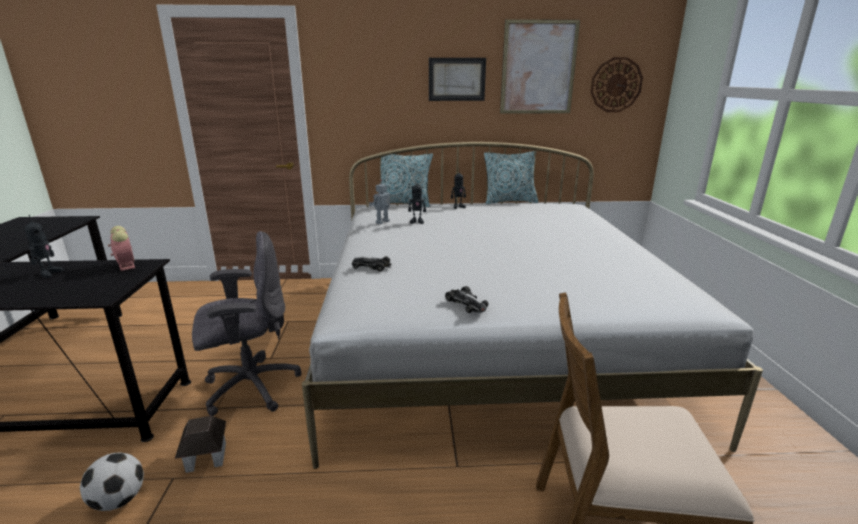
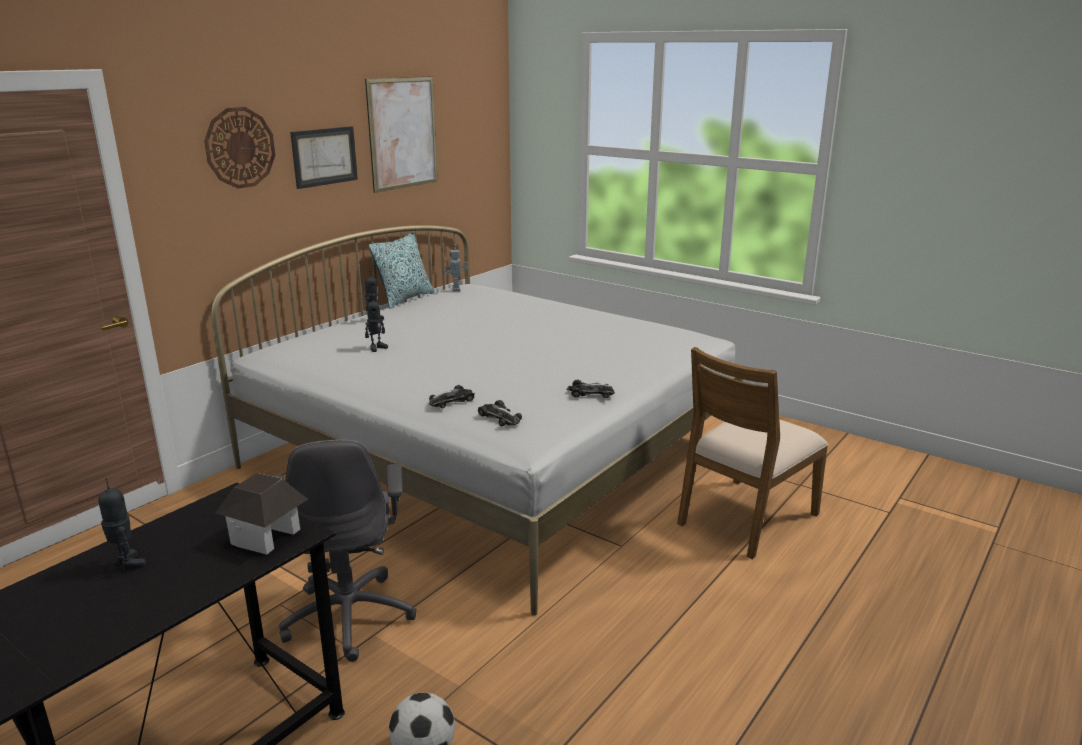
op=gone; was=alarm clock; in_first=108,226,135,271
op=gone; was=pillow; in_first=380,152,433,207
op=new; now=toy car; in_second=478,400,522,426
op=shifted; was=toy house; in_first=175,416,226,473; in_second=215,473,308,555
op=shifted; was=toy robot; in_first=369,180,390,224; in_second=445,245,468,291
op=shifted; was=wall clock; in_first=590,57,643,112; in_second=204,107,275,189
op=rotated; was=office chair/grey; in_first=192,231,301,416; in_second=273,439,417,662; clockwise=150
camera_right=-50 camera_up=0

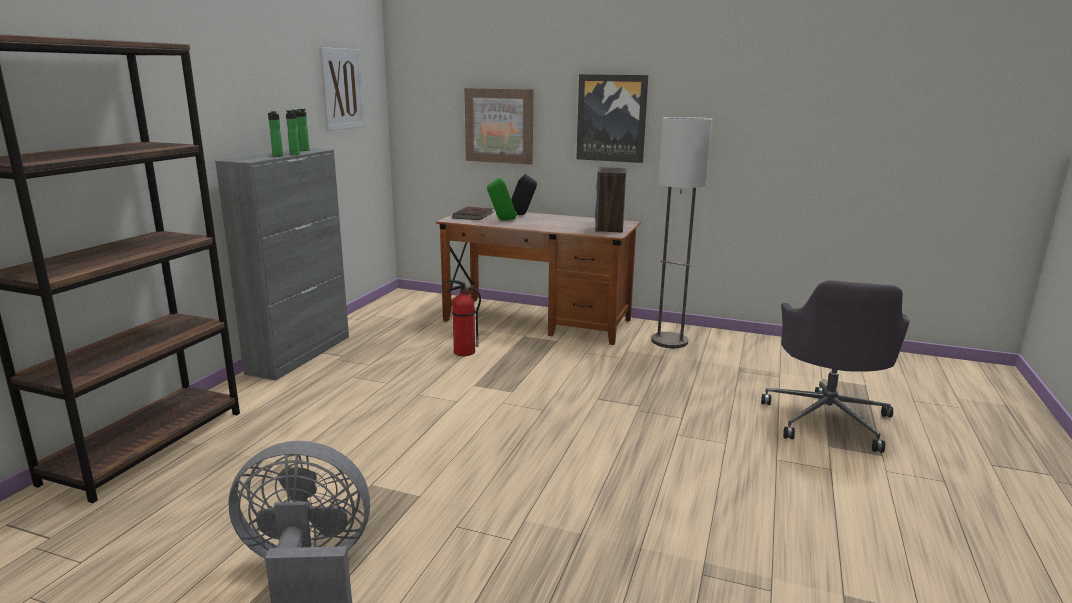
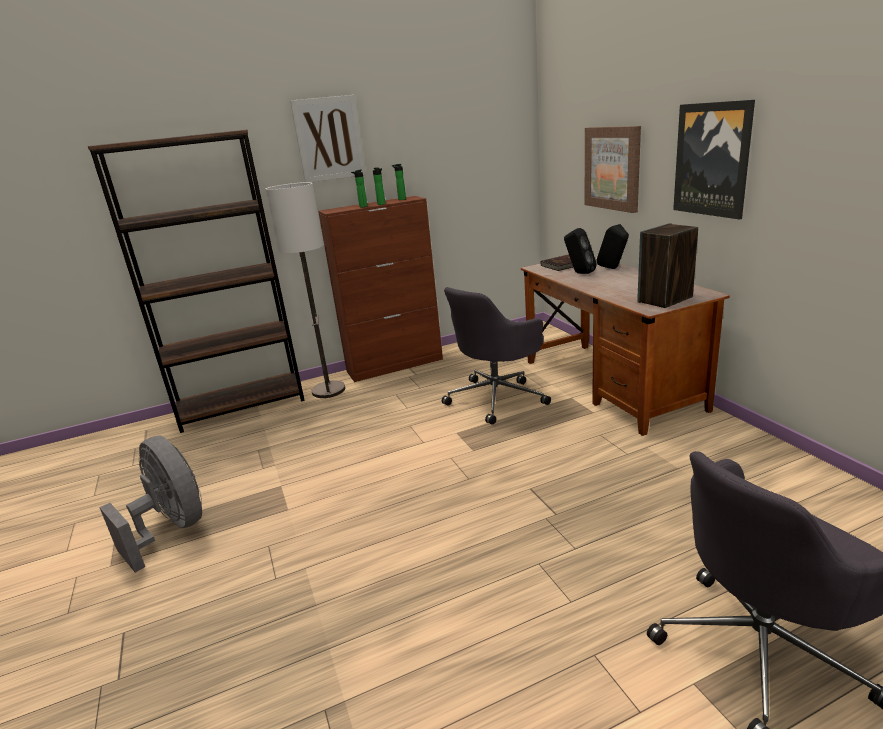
op=shifted; was=picture; in_first=319,47,365,131; in_second=290,95,366,183
op=shifted; was=floor lamp; in_first=651,117,713,348; in_second=265,182,345,398
op=swapped; was=fire extinguisher; now=office chair/grey; in_first=446,279,481,356; in_second=442,287,551,425
op=repainted; was=cabinet/grey; now=cabinet/brown; in_first=215,148,349,380; in_second=318,196,443,382
op=repainted; was=speaker/green; now=speaker/black; in_first=487,177,517,220; in_second=564,228,597,274
camera_right=50 camera_up=5

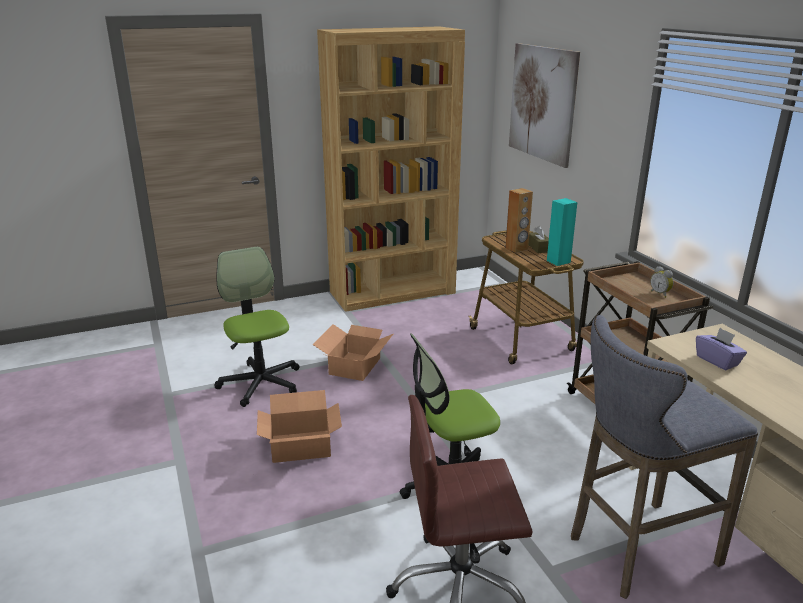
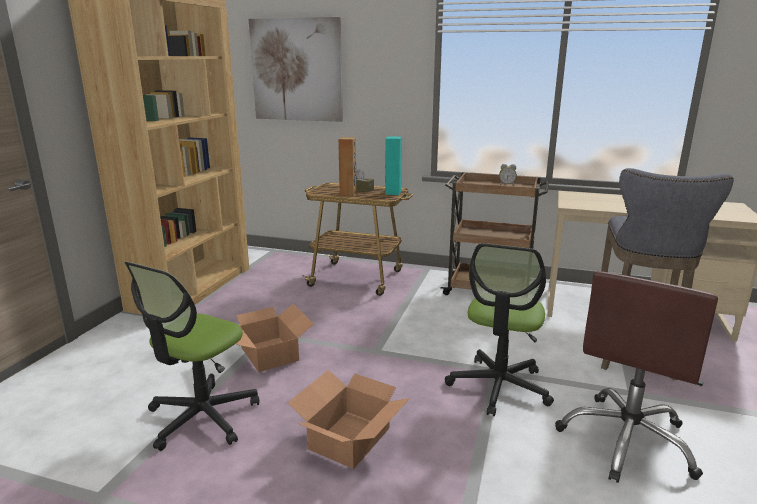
op=gone; was=tissue box/purple; in_first=696,328,747,370
op=rotated; was=office chair; in_first=215,246,300,407; in_second=124,262,259,451; clockwise=-75
camera_right=-50 camera_up=-5

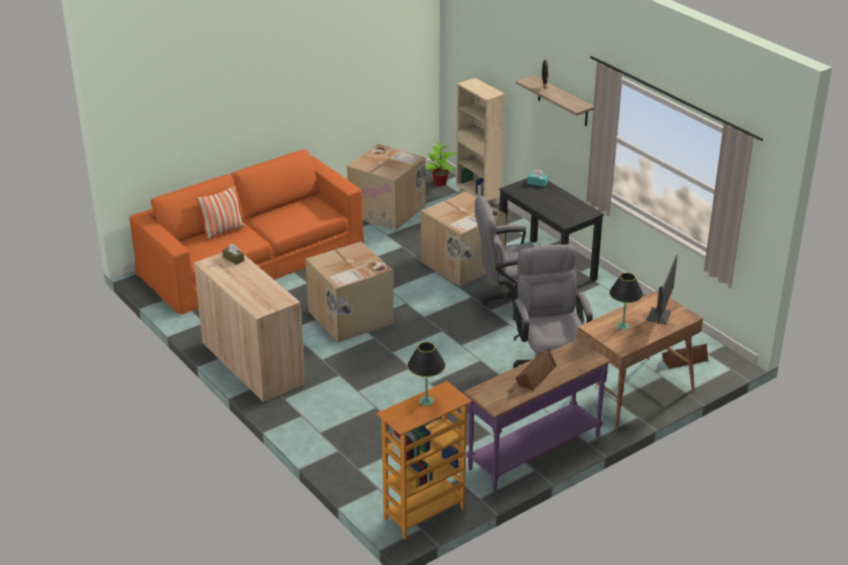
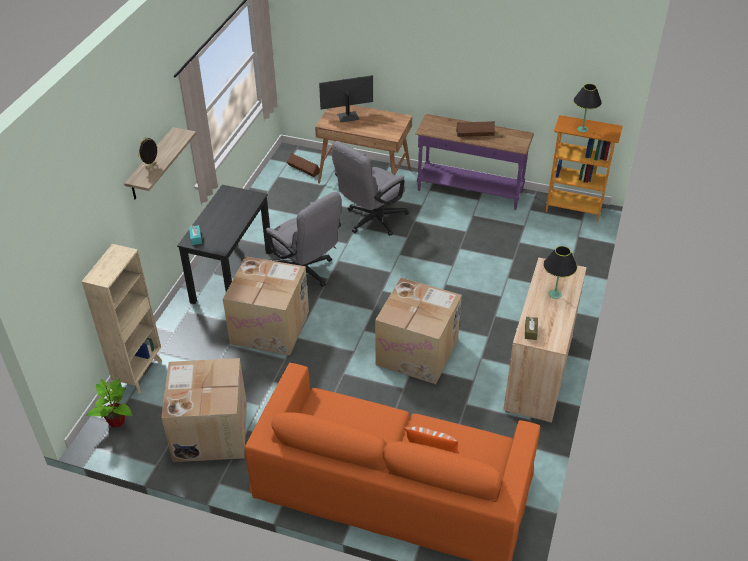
op=shifted; was=table lamp/black; in_first=609,273,643,330; in_second=543,246,577,299
camera_right=-125 camera_up=10

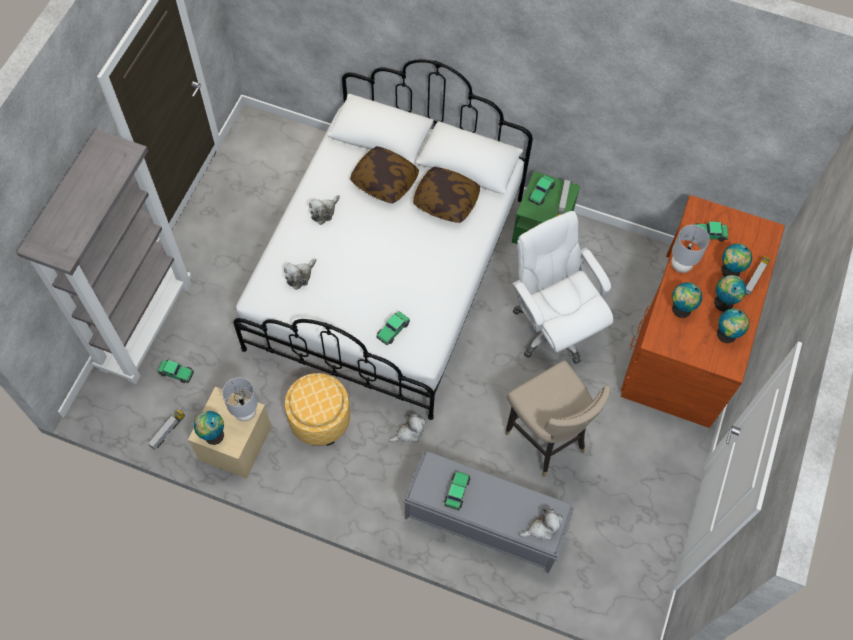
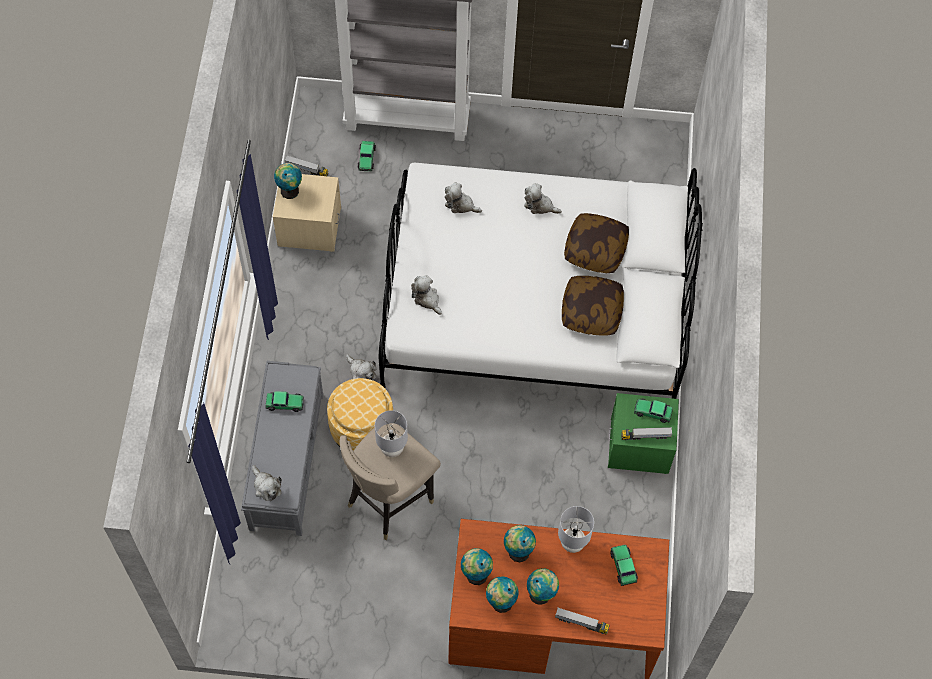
op=gone; was=office chair/white; in_first=513,211,614,364
op=shifted; was=table lamp/grey; in_first=222,378,257,422; in_second=375,410,408,457
op=shifted; was=ottoman; in_first=285,373,350,446; in_second=327,378,393,451
op=shifted; was=globe; in_first=721,244,752,276; in_second=461,548,493,585
op=swapped; was=toy car; now=plush toy; in_first=376,311,410,345; in_second=411,275,442,315
camera_right=75 camera_up=0

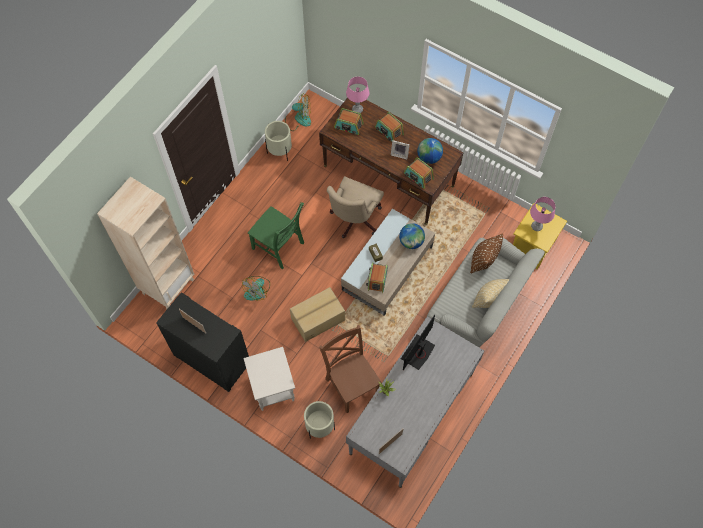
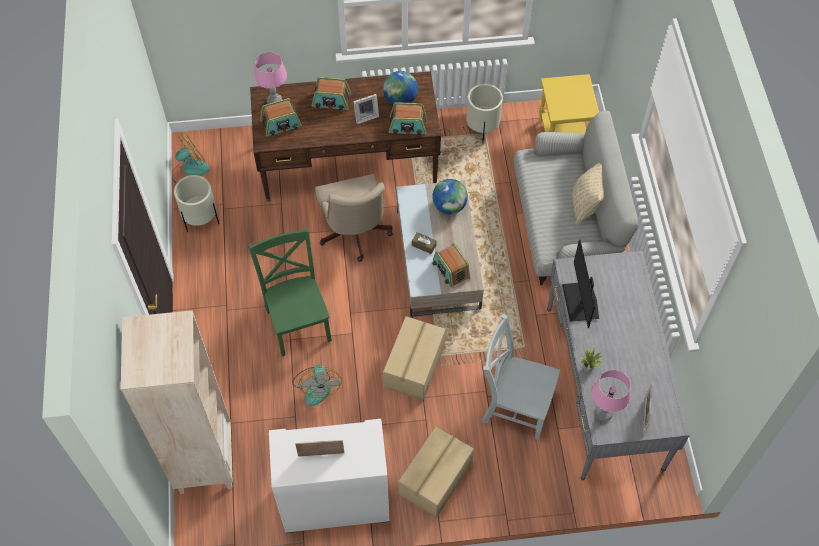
op=gone; was=pillow/brown; in_first=470,233,503,274
op=shifted; was=planter/beige; in_first=304,401,335,439; in_second=466,84,503,144
op=shifted; was=table lamp/pink; in_first=530,197,555,231; in_second=591,370,631,421
op=swapped; was=side table/white; now=cardboard box; in_first=243,347,295,411; in_second=398,426,474,518
op=repainted; was=cabinet/black; now=cabinet/white; in_first=156,292,249,392; in_second=269,419,390,533
op=repainted; was=chair/brown; now=chair/grey; in_first=319,325,382,413; in_second=482,314,560,440
op=rotated; was=chair/green; in_first=248,202,304,269; in_second=248,227,332,356; clockwise=-105
camera_right=-40 camera_up=-5

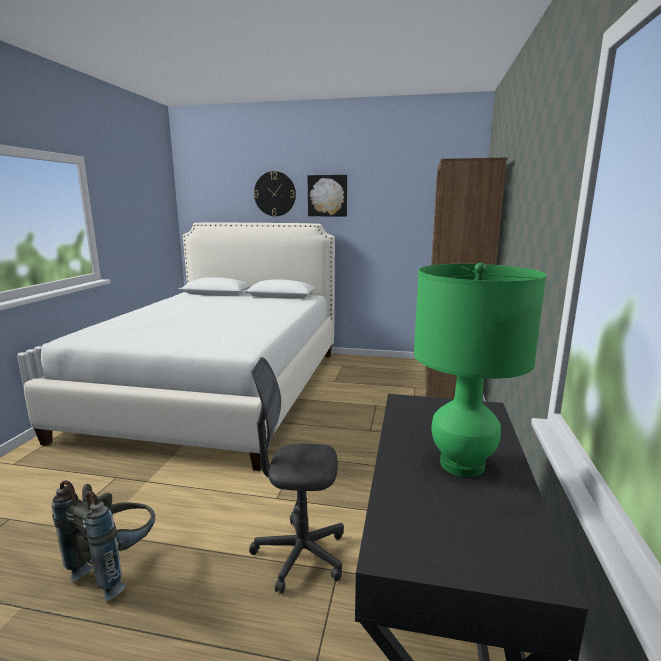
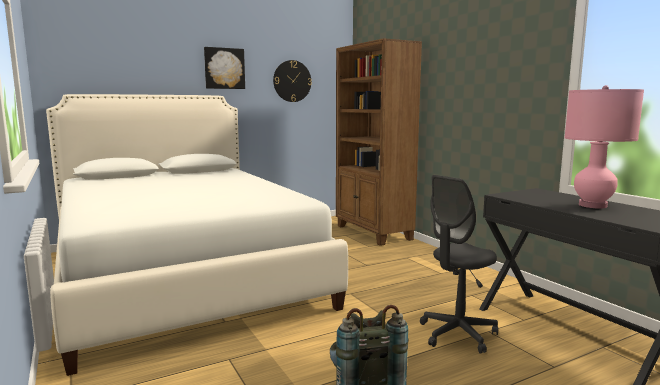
op=shifted; was=wall clock; in_first=254,171,296,216; in_second=273,60,312,102
op=repainted; was=table lamp/green; now=table lamp/pink; in_first=414,263,546,478; in_second=564,85,644,209
camera_right=-40 camera_up=-5

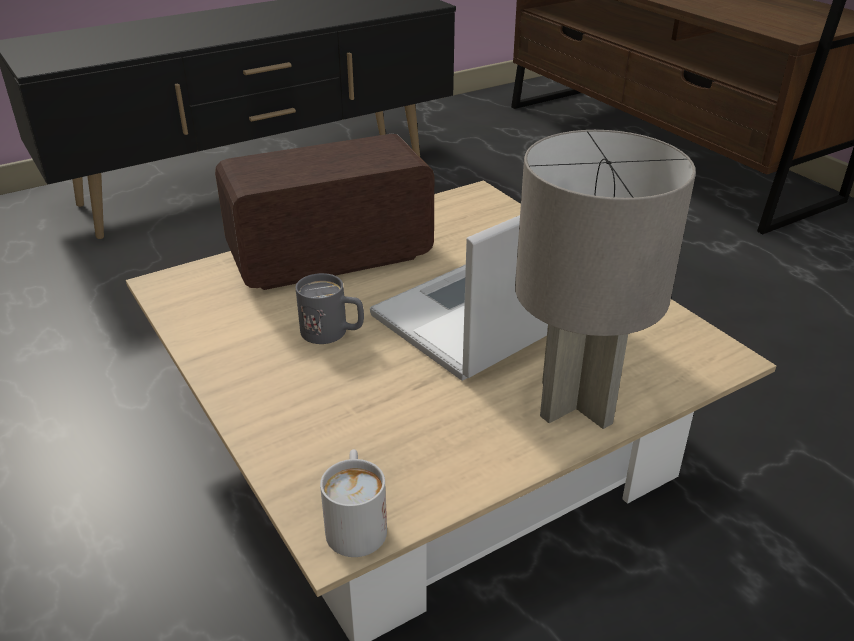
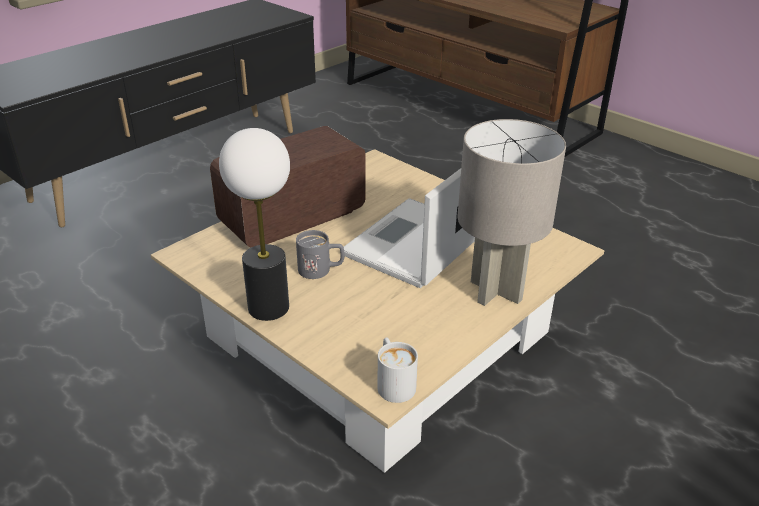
op=new; now=table lamp; in_second=219,128,290,321
camera_right=-15 camera_up=0

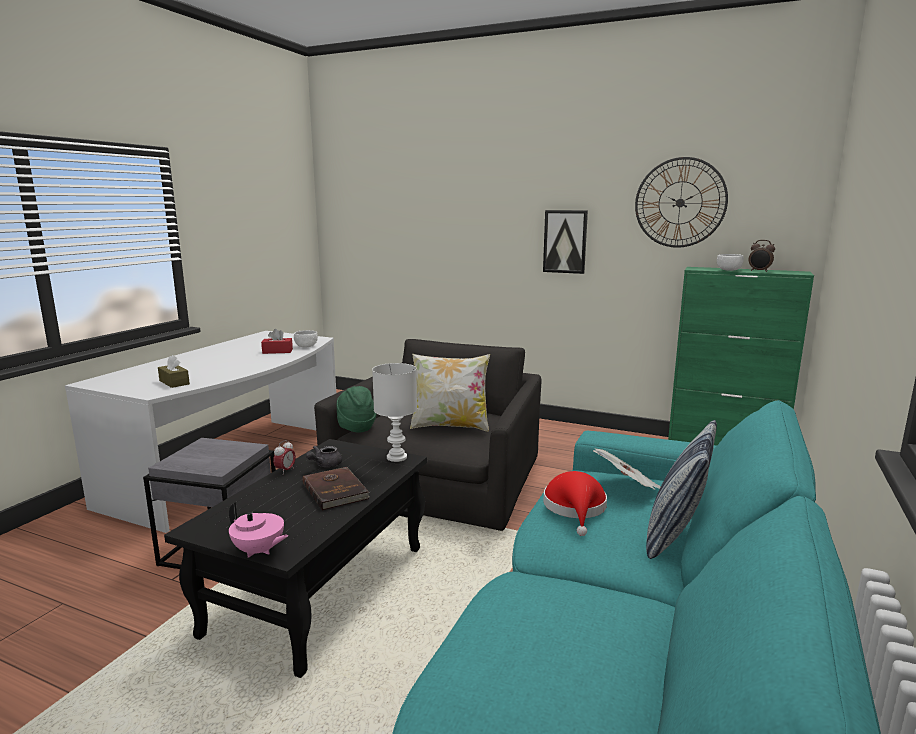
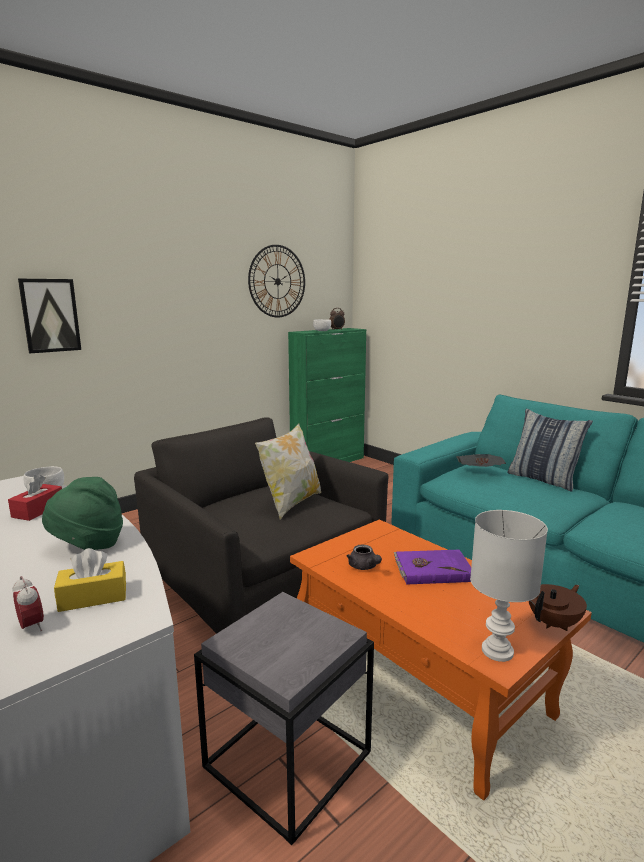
op=gone; was=hat/red; in_first=543,471,607,536
op=shifted; was=alarm clock; in_first=273,440,296,475; in_second=12,576,44,631
op=shifted; was=hat/green; in_first=337,386,376,432; in_second=42,477,123,550
op=shifted; was=table lamp/white; in_first=372,363,417,462; in_second=470,510,548,662
op=shifted; was=picture; in_first=543,210,588,274; in_second=18,279,81,353
op=repainted; was=tissue box/brown; now=tissue box/yellow; in_first=158,355,190,388; in_second=54,548,126,612
op=repainted; was=coffee table/black; now=coffee table/orange; in_first=164,439,427,678; in_second=290,520,592,800
op=repainted; was=teapot/pink; now=teapot/brown; in_first=229,502,288,558; in_second=529,584,587,631
op=repainted; was=book/brown; now=book/purple; in_first=302,467,370,511; in_second=394,550,471,585
camera_right=-65 camera_up=0

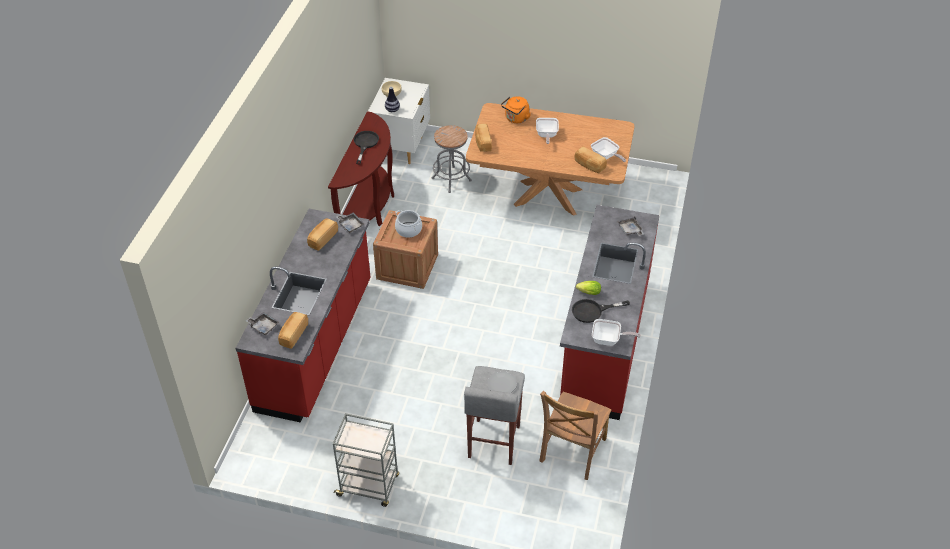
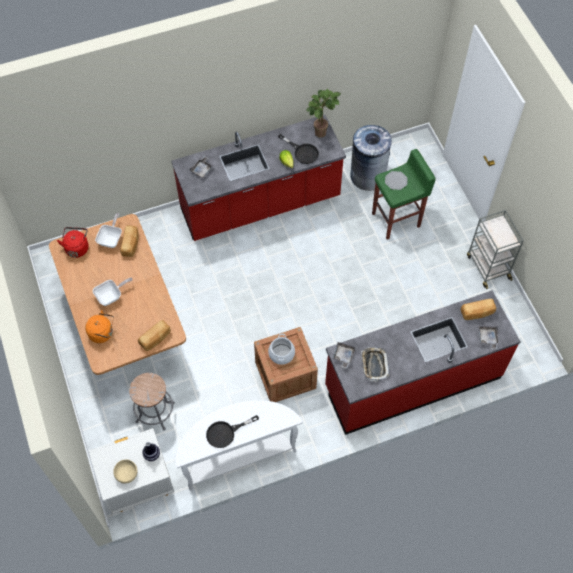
op=new; now=kettle/red; in_second=57,227,89,258
op=swapped; was=bread; now=tray; in_first=307,218,338,251; in_second=361,347,390,382
op=swapped; was=chair/brown; now=trash can/grey; in_first=539,391,612,480; in_second=350,125,392,191
op=swapped; was=frying pan; now=potted plant; in_first=592,319,641,346; in_second=306,89,341,138
op=repainted; was=console table/brown; now=console table/white; in_first=328,111,394,226; in_second=175,400,303,491
op=repainted; was=stool/grey; now=stool/green; in_first=464,366,525,465; in_second=372,149,436,239
camera_right=-125 camera_up=15

